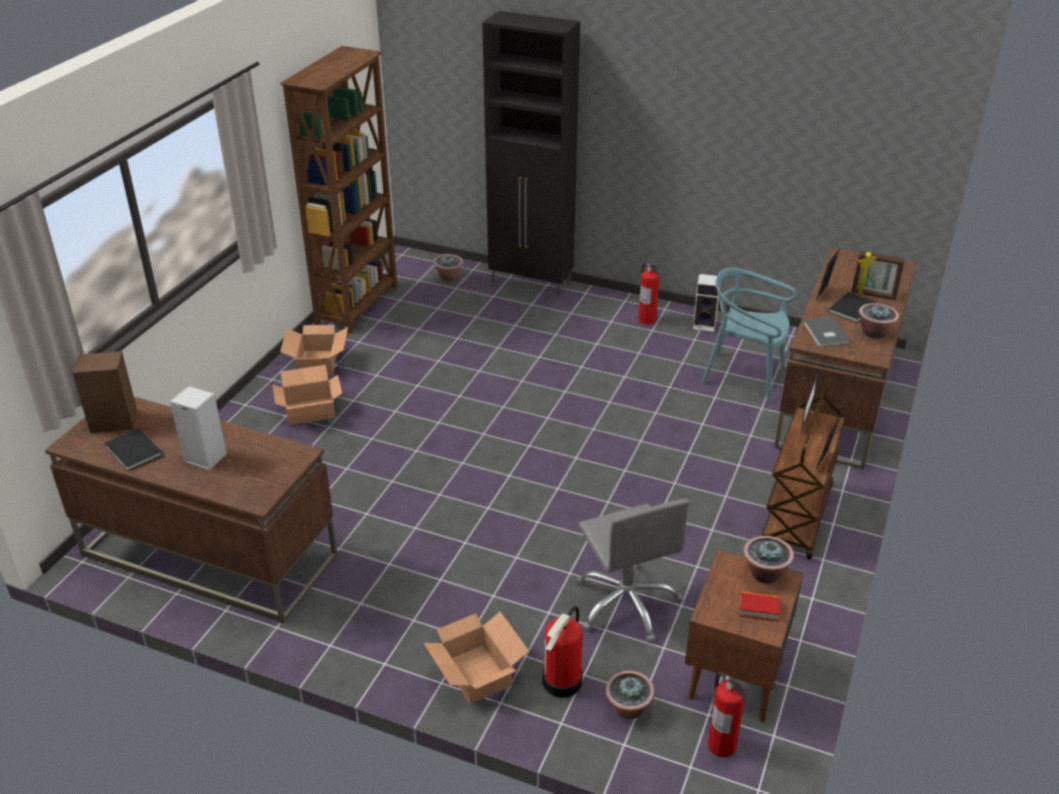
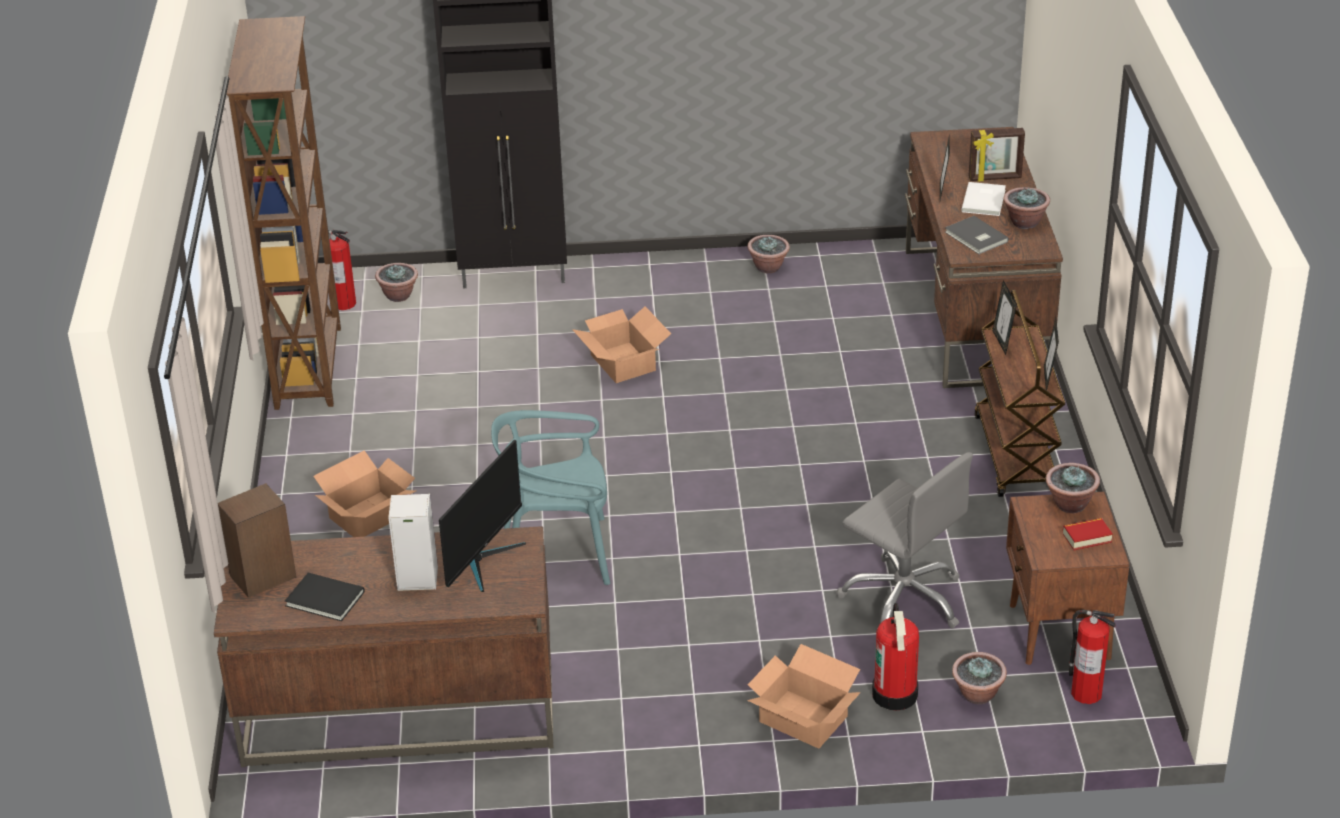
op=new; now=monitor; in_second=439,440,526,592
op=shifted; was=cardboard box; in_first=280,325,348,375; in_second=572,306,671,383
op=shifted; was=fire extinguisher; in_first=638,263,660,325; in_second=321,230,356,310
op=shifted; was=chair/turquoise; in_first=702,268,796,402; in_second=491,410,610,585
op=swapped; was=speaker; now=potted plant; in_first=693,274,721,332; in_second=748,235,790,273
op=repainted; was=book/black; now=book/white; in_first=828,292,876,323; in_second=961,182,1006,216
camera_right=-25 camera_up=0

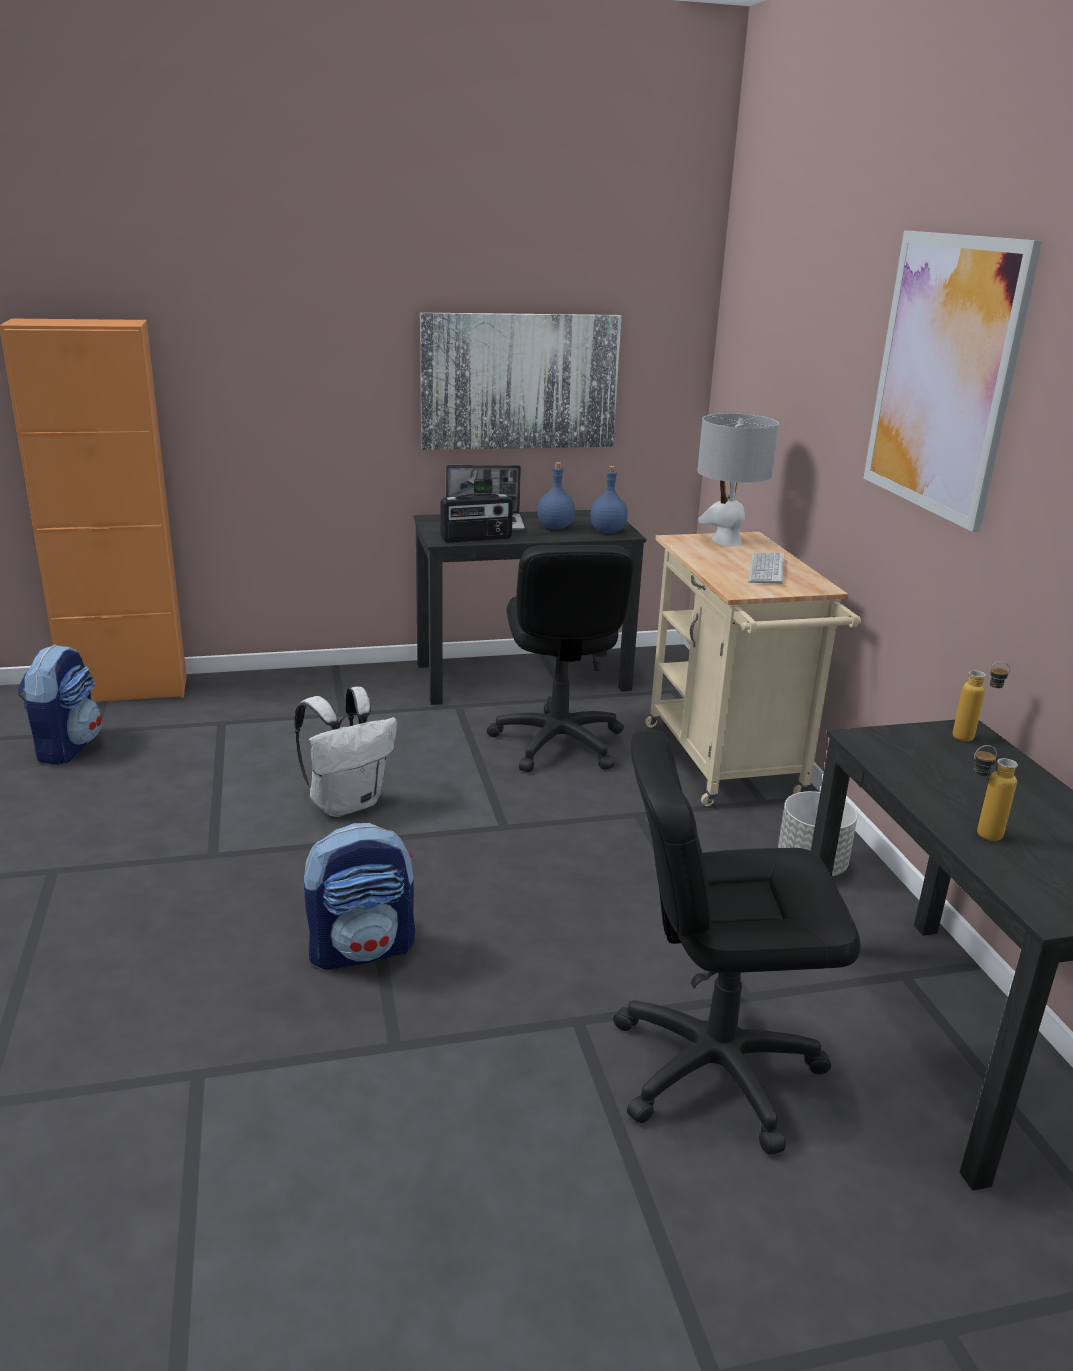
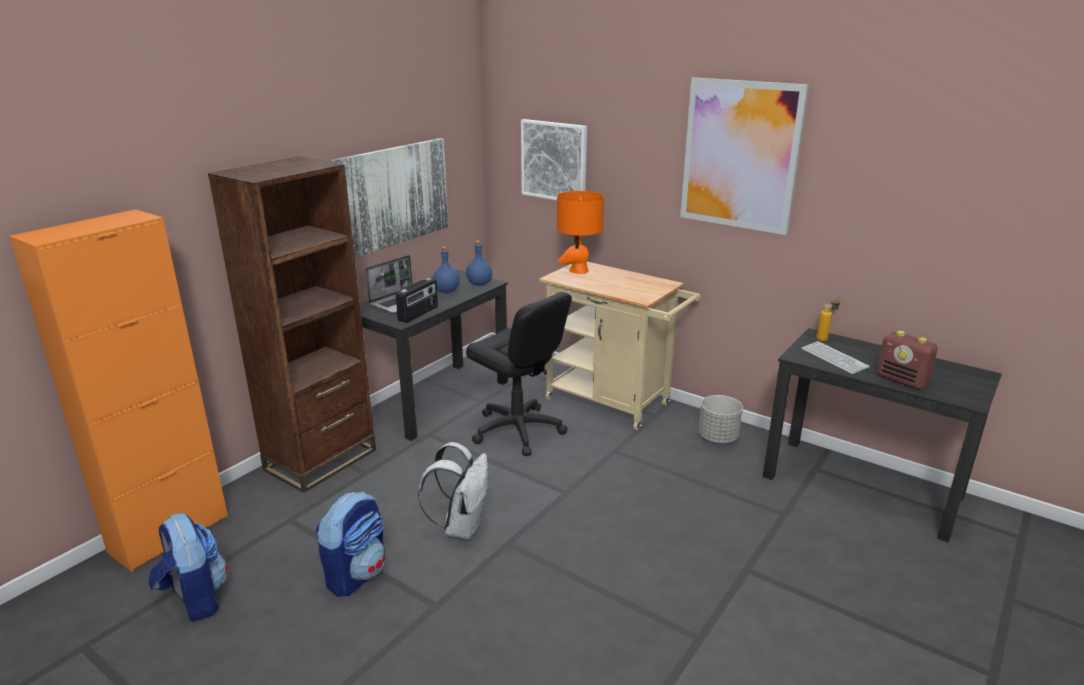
op=gone; was=office chair/black; in_first=613,730,860,1155
op=new; now=bookcase/brown; in_second=208,156,376,493
op=new; now=picture; in_second=521,119,587,200
op=shifted; was=backpack; in_first=304,823,415,970; in_second=316,492,385,597
op=shifted; was=keyboard; in_first=748,553,784,584; in_second=801,341,870,374
op=swapped; was=bottle; now=radio; in_first=974,745,1018,841; in_second=877,331,938,389
op=repainted; was=table lamp/grey; now=table lamp/orange; in_first=697,413,779,546; in_second=557,191,604,274
camera_right=-40 camera_up=0

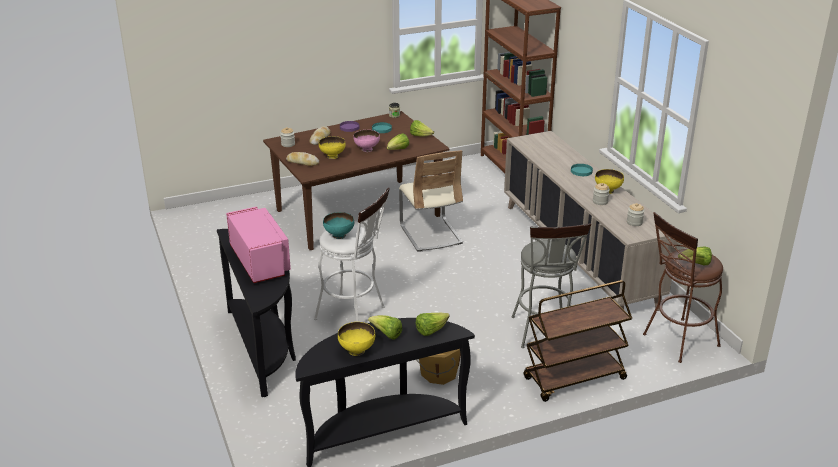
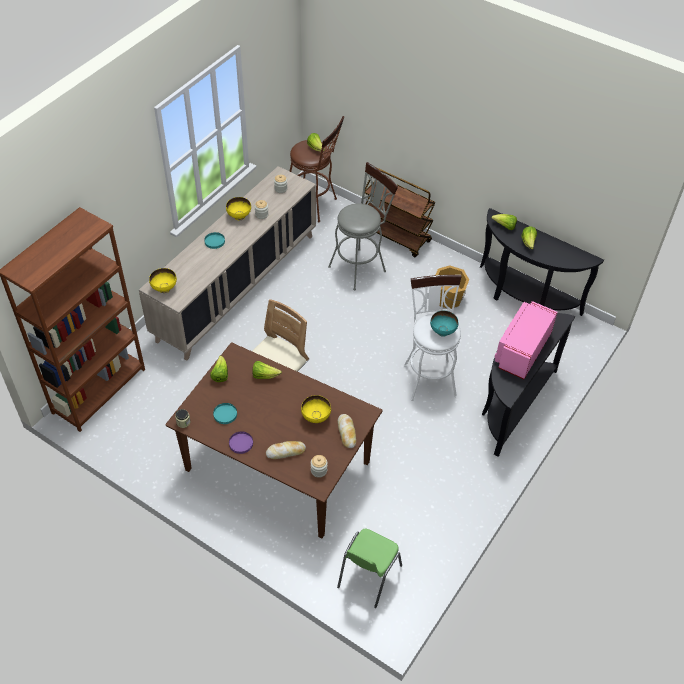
op=gone; was=bowl/pink; in_first=353,130,380,152
op=new; now=chair/green; in_second=337,528,402,608
op=shifted; was=bowl/yellow; in_first=338,322,375,356; in_second=149,268,177,293
camera_right=-125 camera_up=20

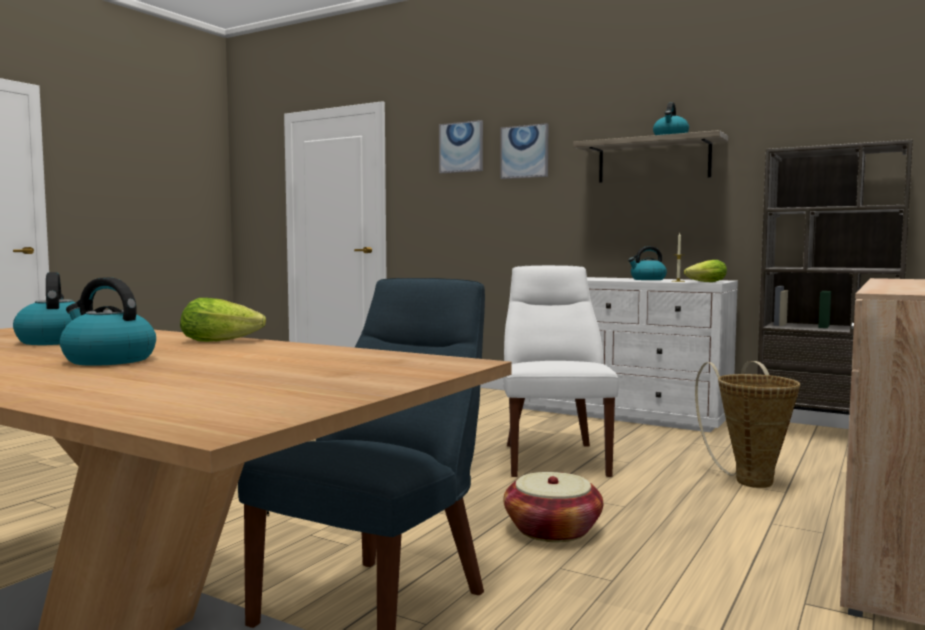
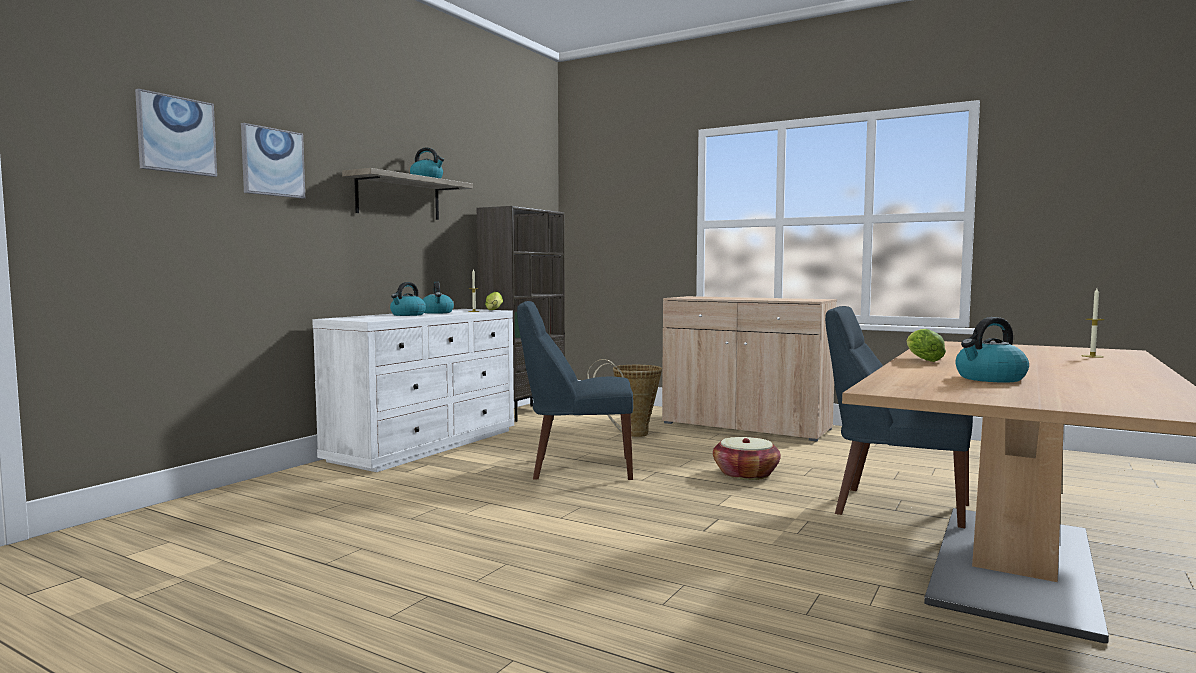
op=new; now=candle; in_second=1082,289,1105,358
op=shifted; was=kettle; in_first=60,277,156,366; in_second=390,282,426,316
op=repainted; was=chair/white; now=chair/blue; in_first=503,265,618,477; in_second=517,301,633,480
camera_right=-90 camera_up=0

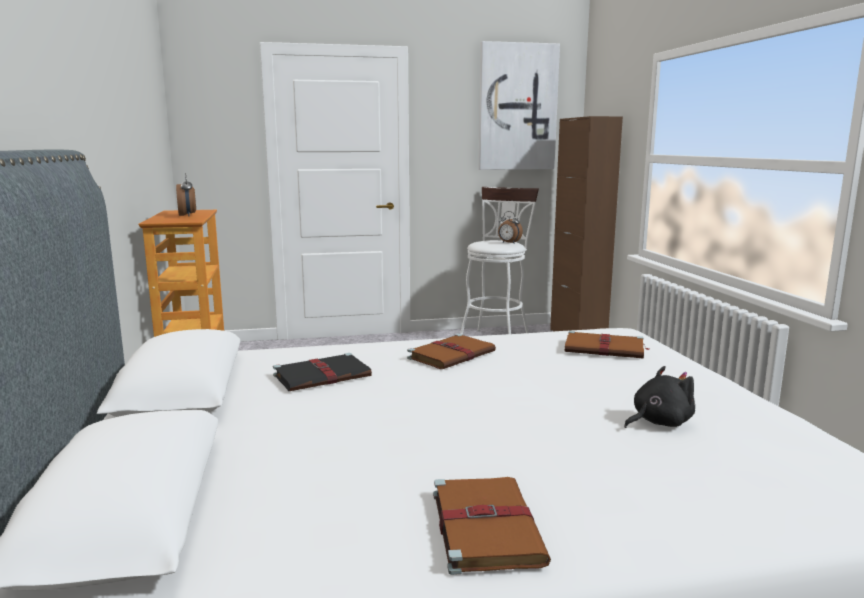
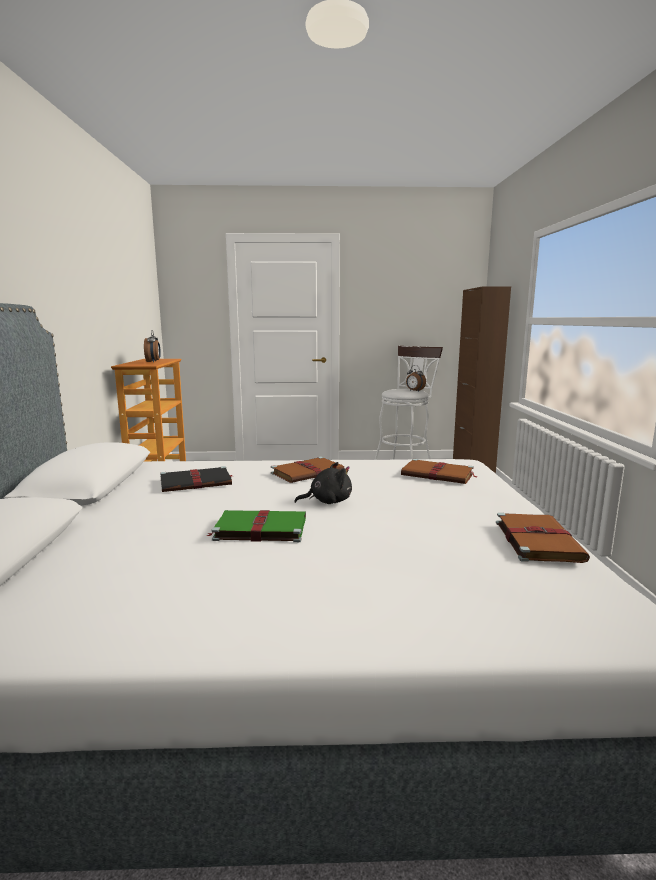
op=gone; was=picture; in_first=479,41,560,170
op=new; now=book/green; in_second=207,510,306,542
op=shifted; was=book/brown; in_first=433,477,551,575; in_second=496,513,590,563
op=shifted; was=plush toy/black; in_first=624,366,695,428; in_second=294,462,352,504
camera_right=10 camera_up=0

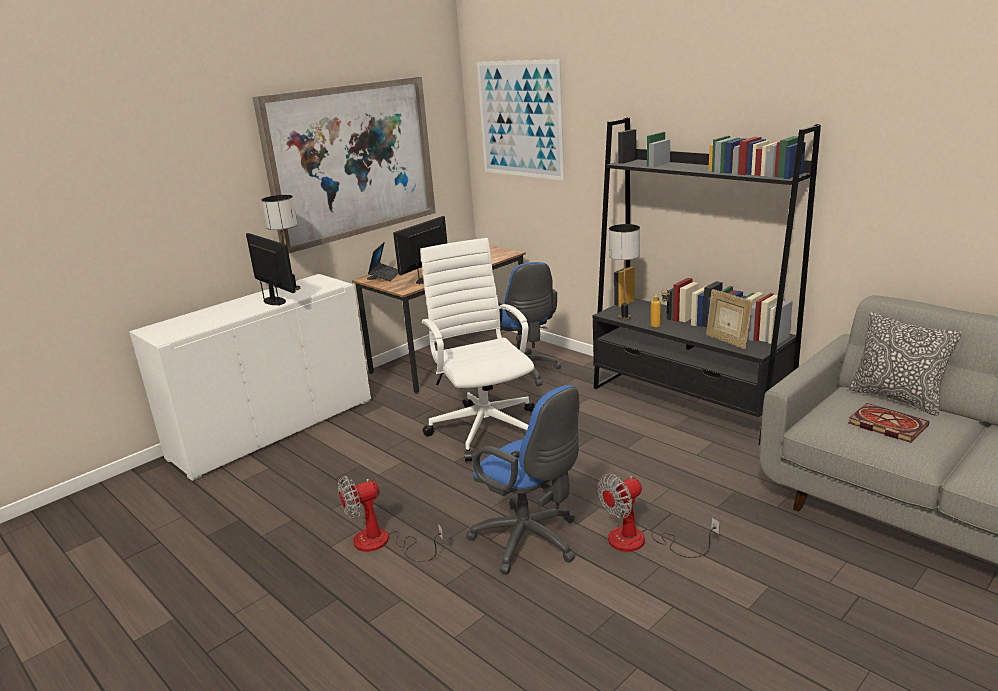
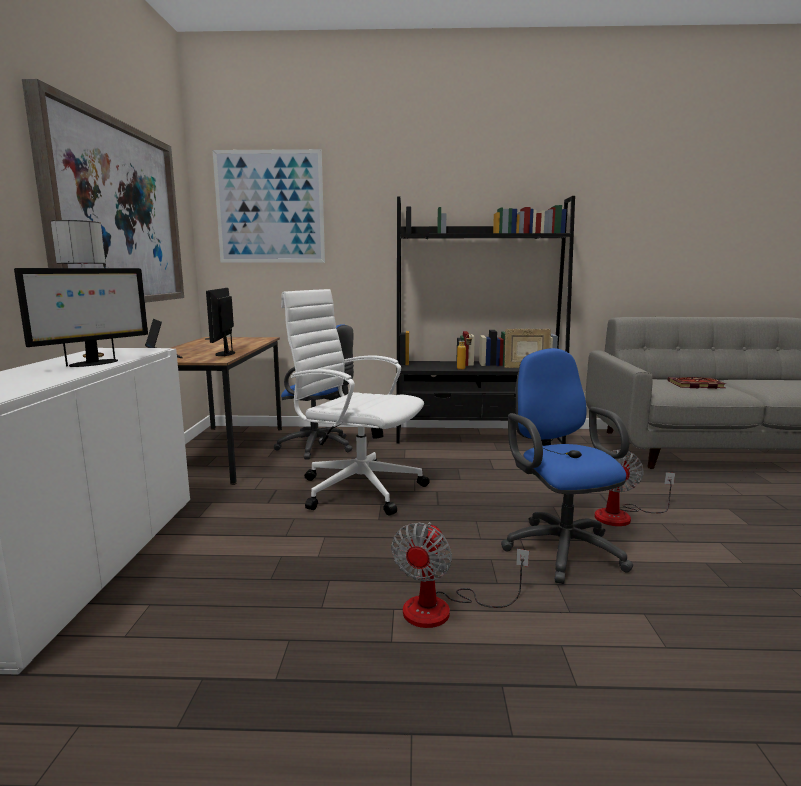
op=gone; was=table lamp; in_first=609,224,640,320
op=gone; was=pillow; in_first=849,312,962,416
op=rotated; was=monitor; in_first=246,233,296,306; in_second=14,268,148,367; clockwise=120
op=rotated; was=office chair/blue; in_first=466,385,579,574; in_second=501,348,633,584; clockwise=-105
camera_right=-45 camera_up=-10

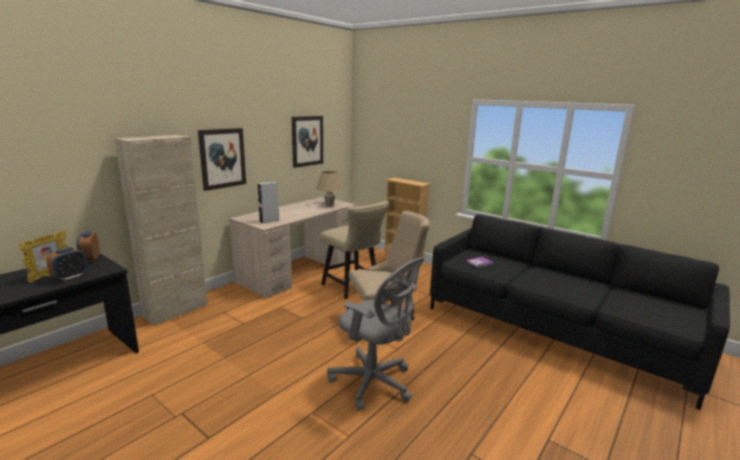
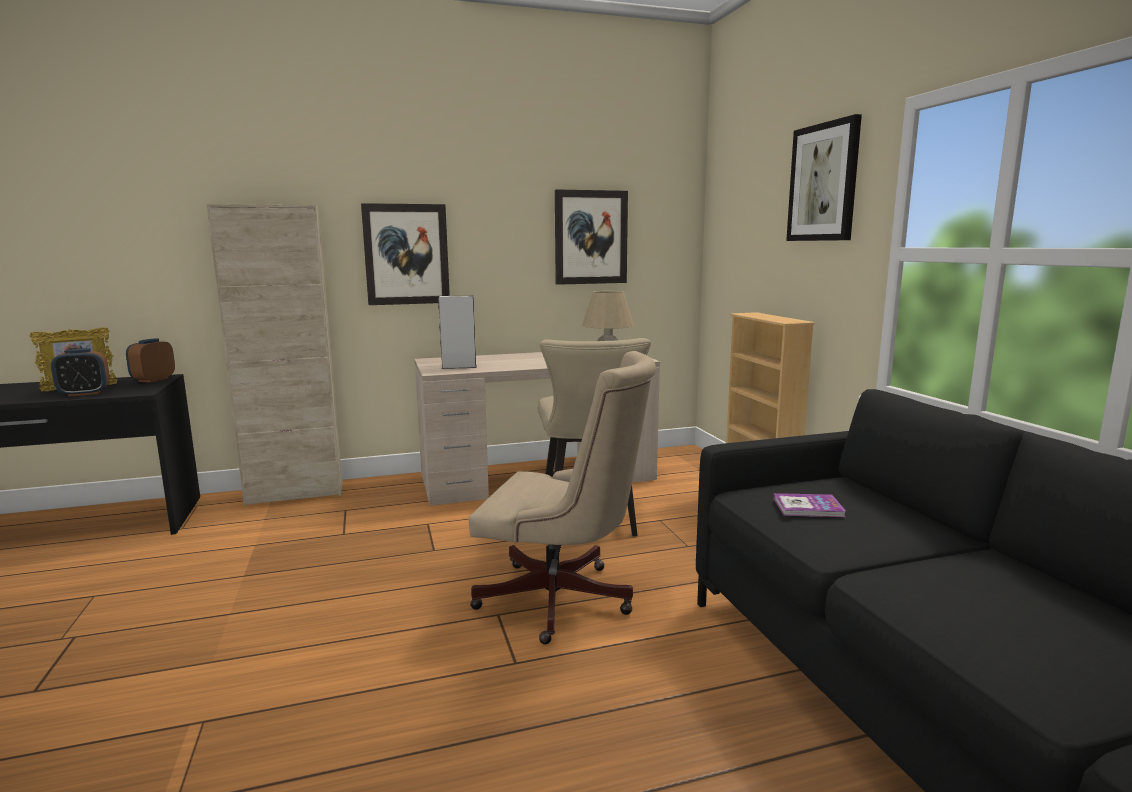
op=gone; was=office chair/grey; in_first=327,258,424,411
op=new; now=picture; in_second=786,114,862,241
camera_right=35 camera_up=-5

